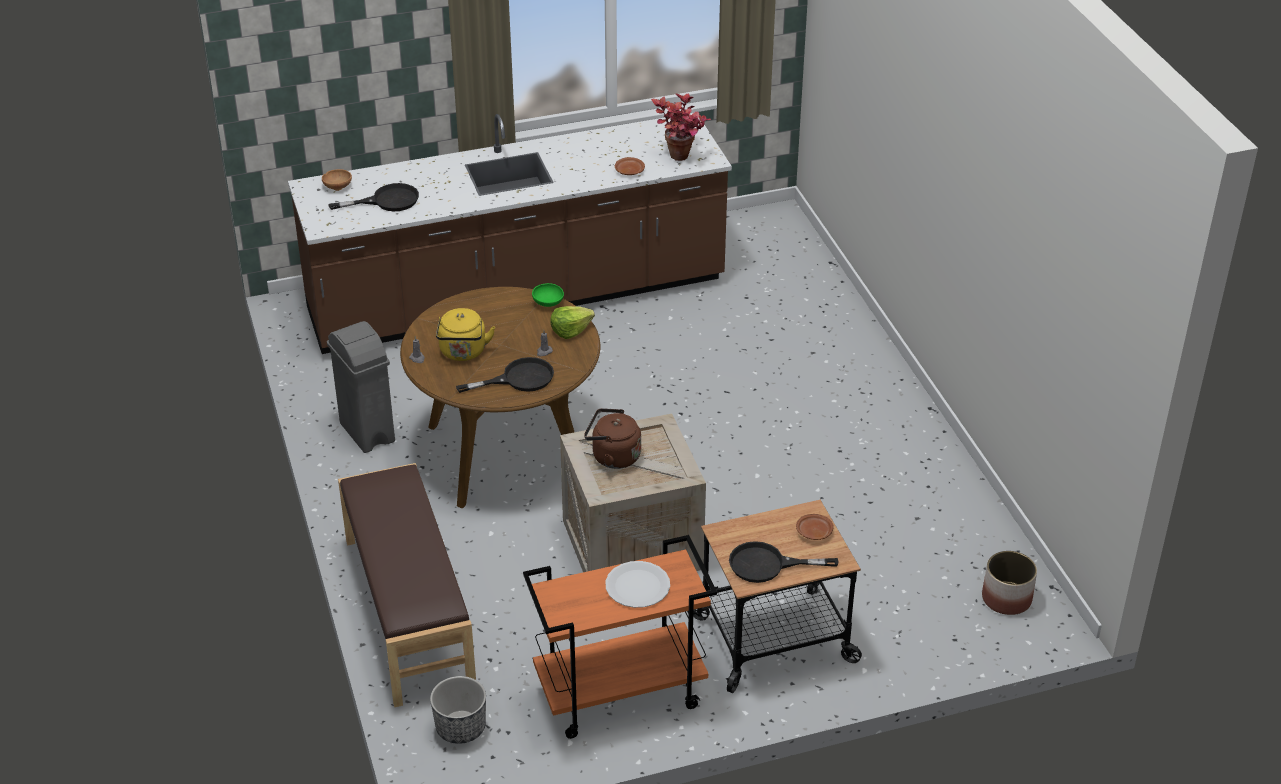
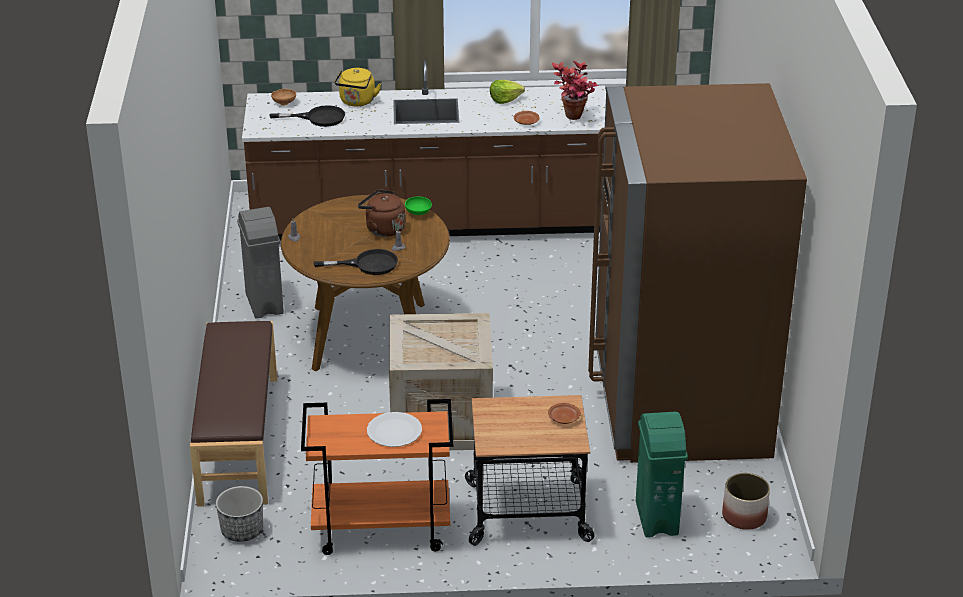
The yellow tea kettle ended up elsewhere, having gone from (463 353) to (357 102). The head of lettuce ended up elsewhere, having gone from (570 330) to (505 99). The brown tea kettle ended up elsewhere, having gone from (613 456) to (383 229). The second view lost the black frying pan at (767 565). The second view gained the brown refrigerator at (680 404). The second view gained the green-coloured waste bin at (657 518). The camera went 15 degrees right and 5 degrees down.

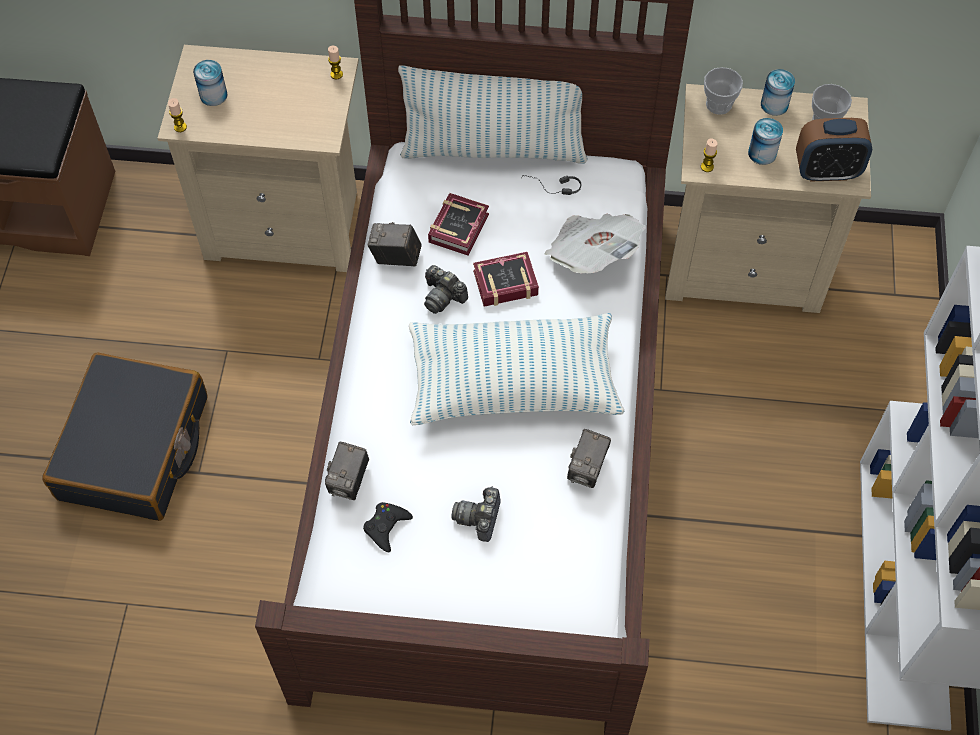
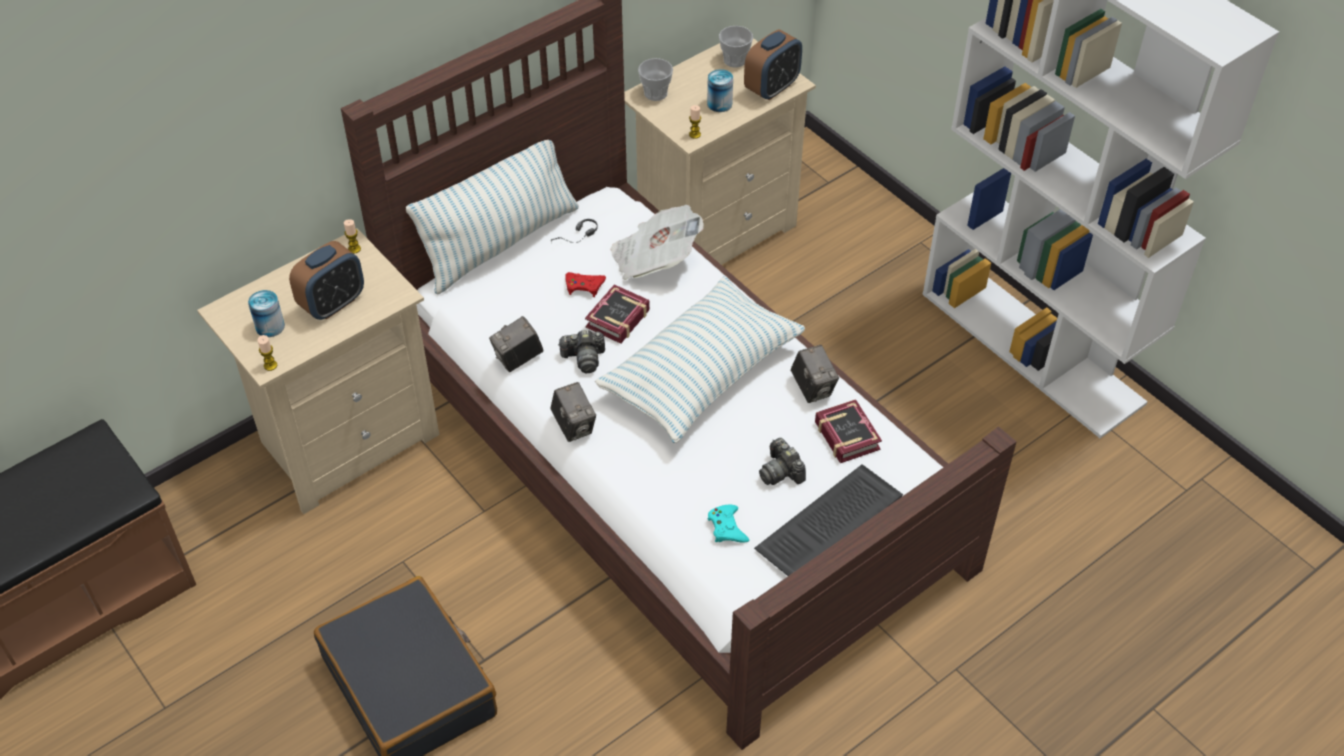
The still camera ended up elsewhere, having gone from (349 481) to (574 426). What was the black game controller at (386 527) turned into the turquoise game controller at (727 528). The volume ended up elsewhere, having gone from (461 226) to (847 433). The second view lost the can at (774 104). The second view gained the table clock at (333 304). The second view gained the red-coloured game controller at (584 286). The second view gained the computer keyboard at (829 522). The camera went 45 degrees left and 10 degrees down.

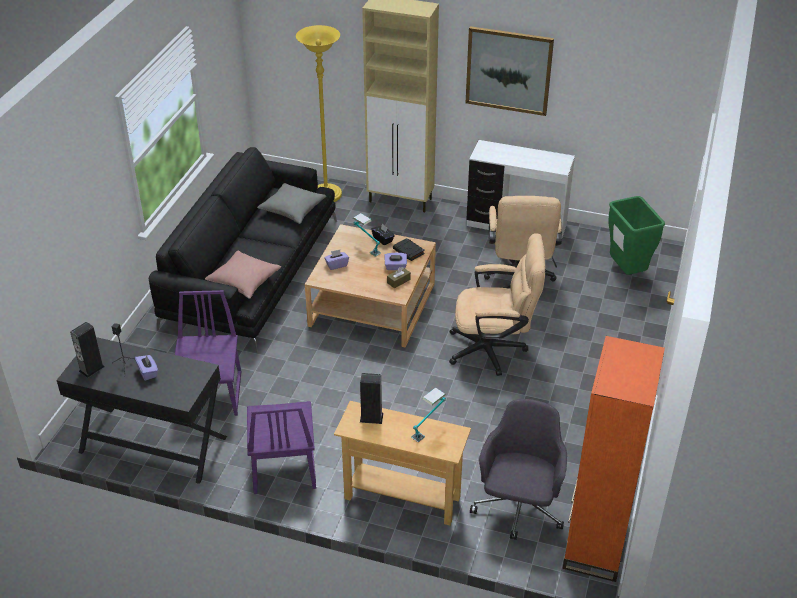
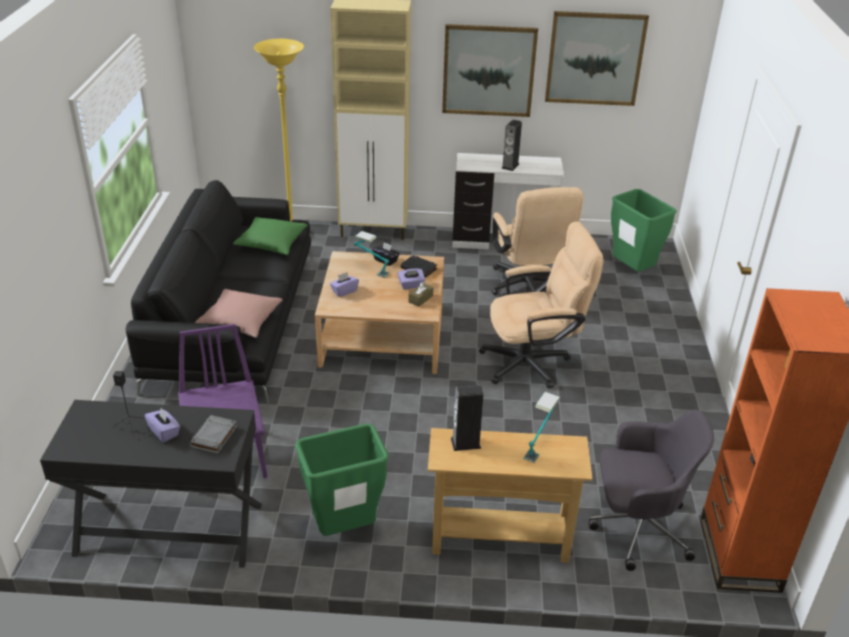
The loudspeaker ended up elsewhere, having gone from (91 369) to (510 166). Where the purple-coloured upright chair stood at (283 467), the green-coloured waste bin came to stand at (343 529). What was the grey throw pillow at (292 210) turned into the green-coloured throw pillow at (271 244). The grey office chair at (519 508) ended up facing another way, 90 degrees clockwise from before. The second view gained the grey volume at (213 437). The second view gained the picture at (595 58). The camera went 15 degrees left and 5 degrees down.

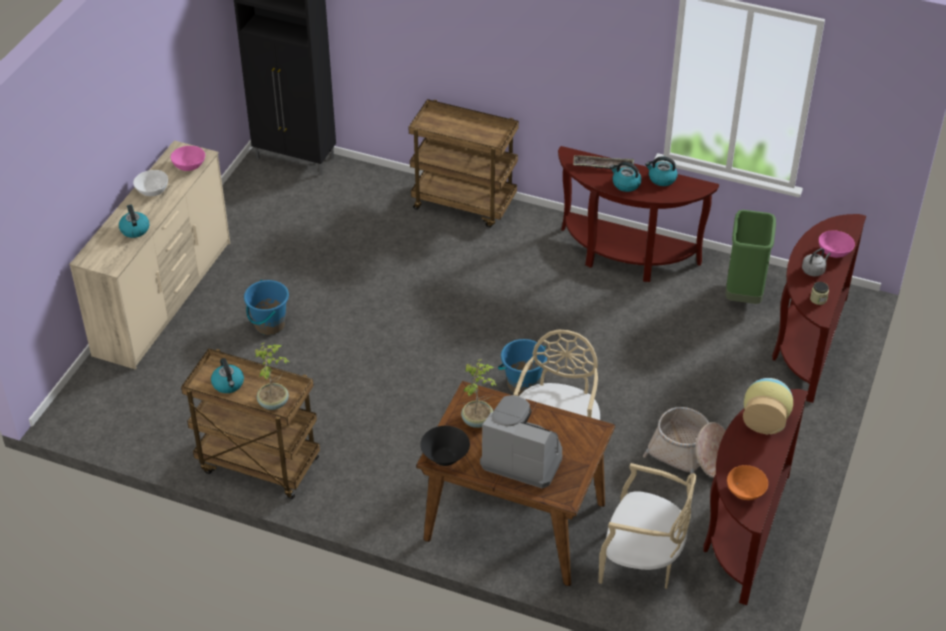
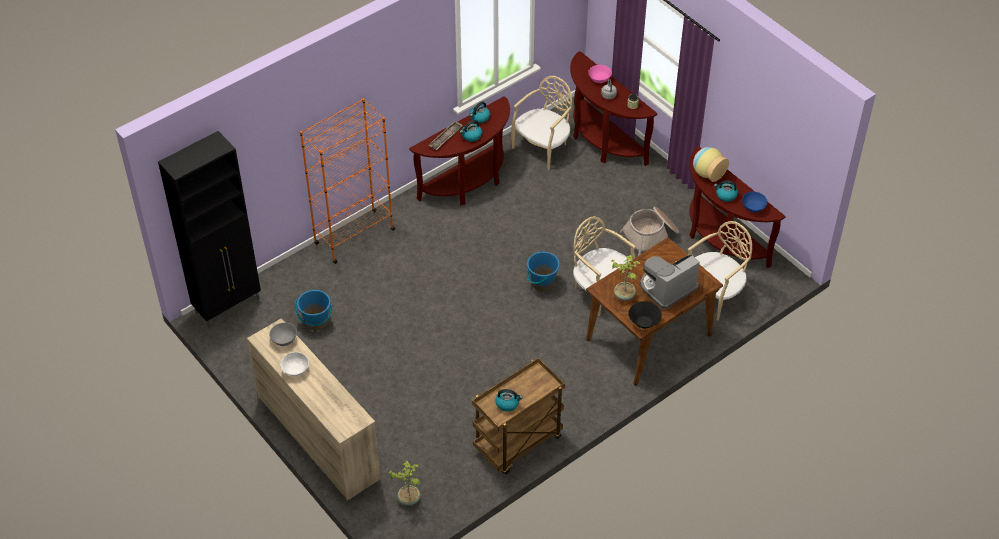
The tea kettle ended up elsewhere, having gone from (134 229) to (725 195). What was the pink-coloured deep dish at (189 165) turned into the grey deep dish at (284 339). The blue-coloured pail ended up elsewhere, having gone from (269 324) to (316 322). The plant in a pot ended up elsewhere, having gone from (274 402) to (409 498). Where the brown trolley stood at (465 204), the orange bookcase came to stand at (354 236). Where the green-coloured waste bin stood at (743 295), the beige-coloured upright chair came to stand at (543 148). What was the orange deep dish at (746 491) turned into the blue-coloured deep dish at (753 207). The camera went 60 degrees left and 5 degrees up.

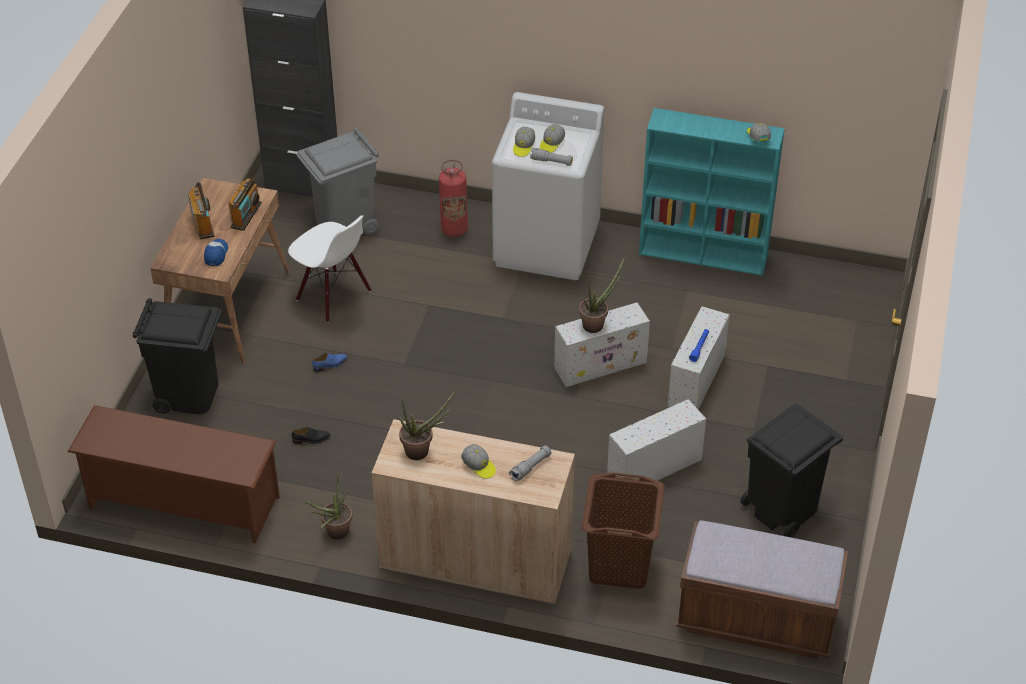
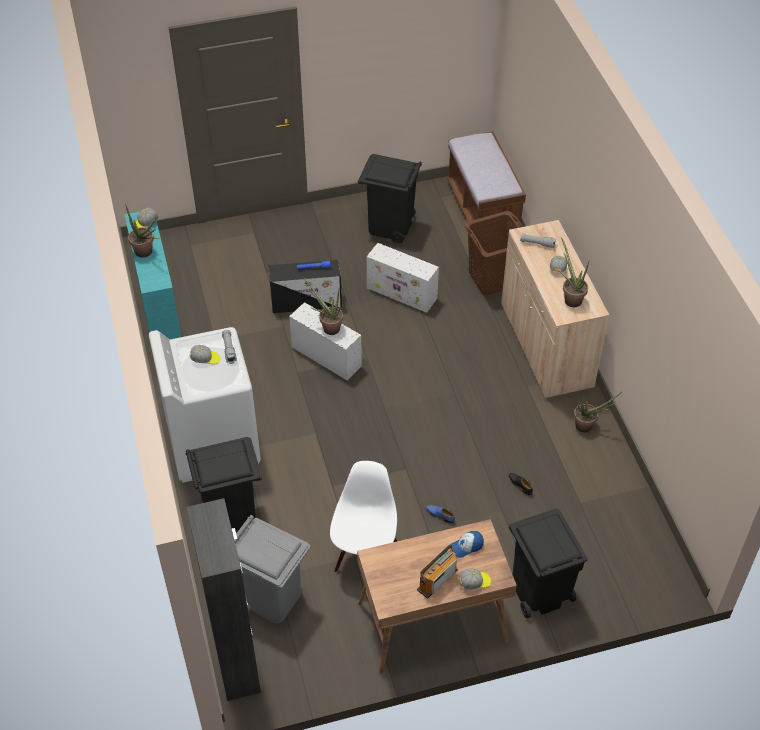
The second view lost the brown shoe shelf at (182 503). The second view lost the radio set at (246 215). Where the extinguisher stood at (454 230), the black waste bin came to stand at (230 514). The peaked cap ended up elsewhere, having gone from (523 146) to (474 582). What was the whitish storage box at (696 382) turned into the black storage box at (307 302). The second view gained the plant in a pot at (146 253). The camera went 120 degrees left and 5 degrees up.

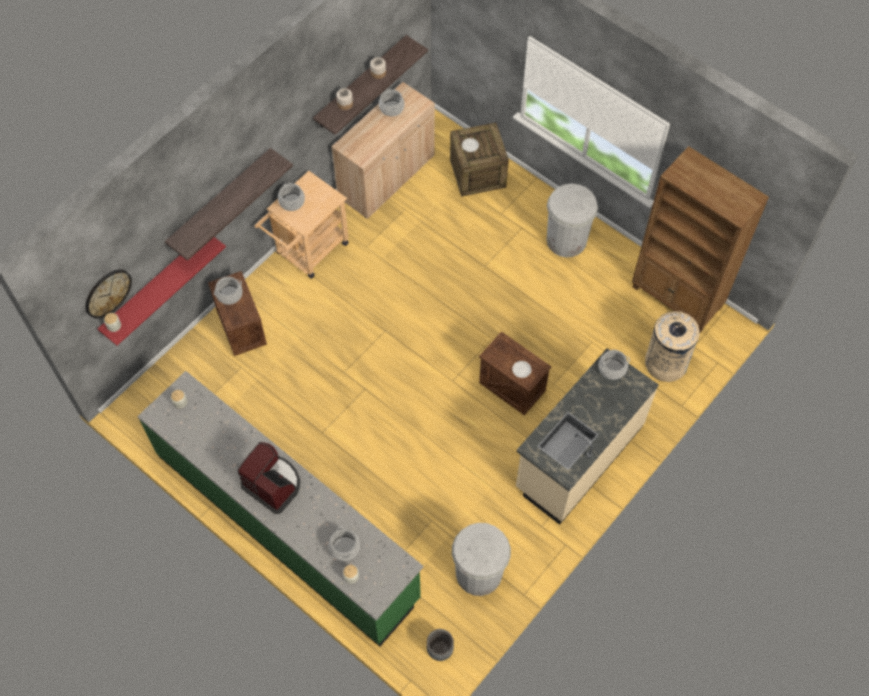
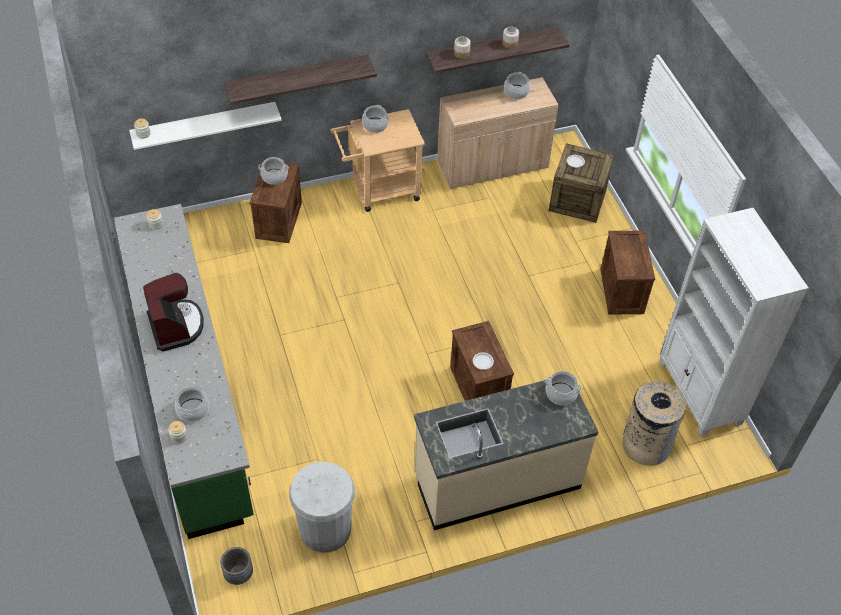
The second view lost the wall clock at (107 293). What was the red-coloured shelf at (155 285) turned into the whitish shelf at (204 125). Where the whitish waste bin stood at (566 240), the shipping crate came to stand at (622 291). What was the brown bookcase at (677 297) turned into the whitish bookcase at (699 393). The camera went 30 degrees right and 10 degrees down.

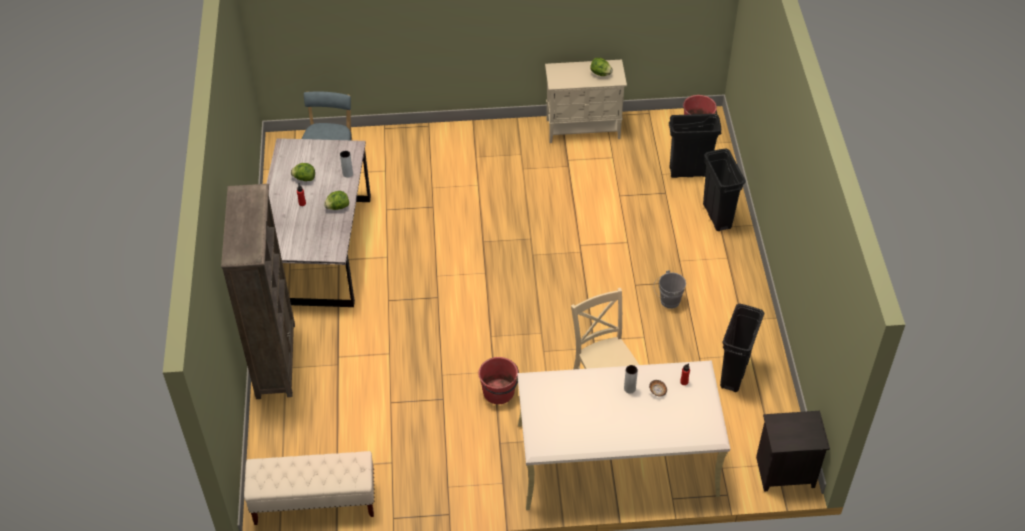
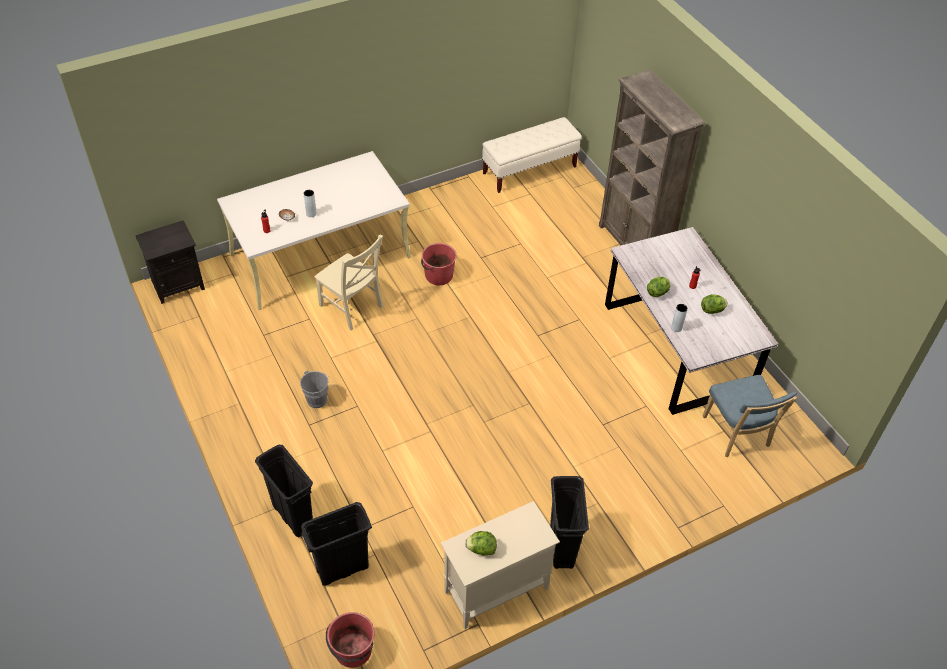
The black waste bin ended up elsewhere, having gone from (734 374) to (561 547). The camera went 155 degrees right and 0 degrees up.

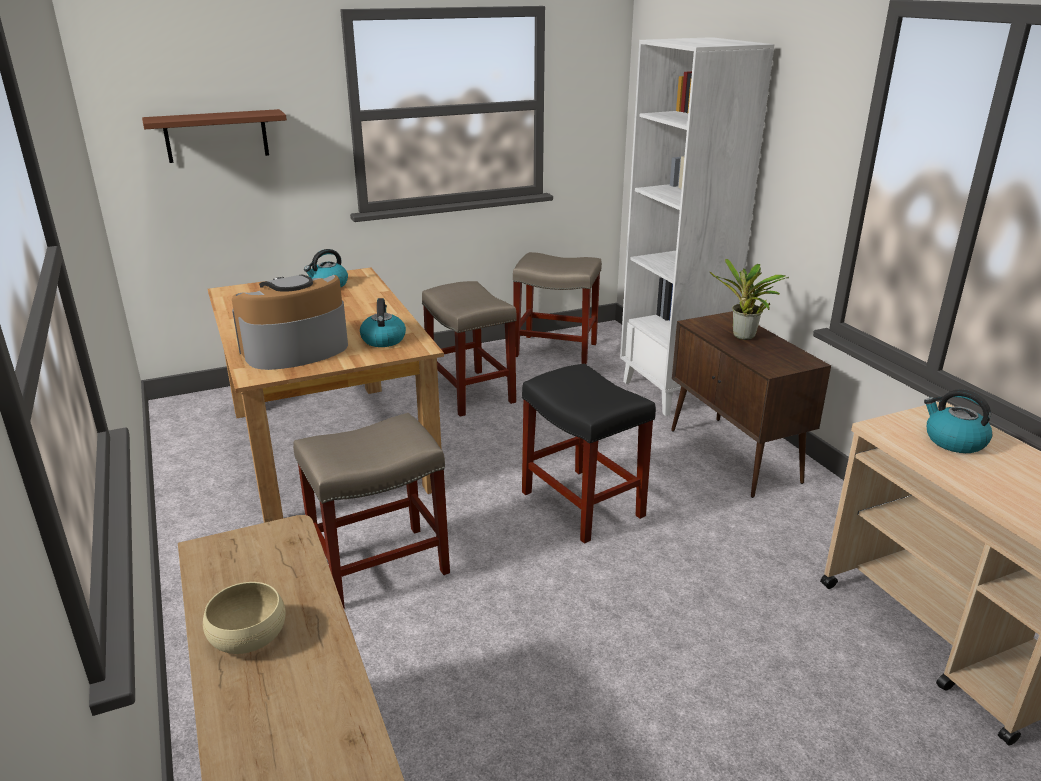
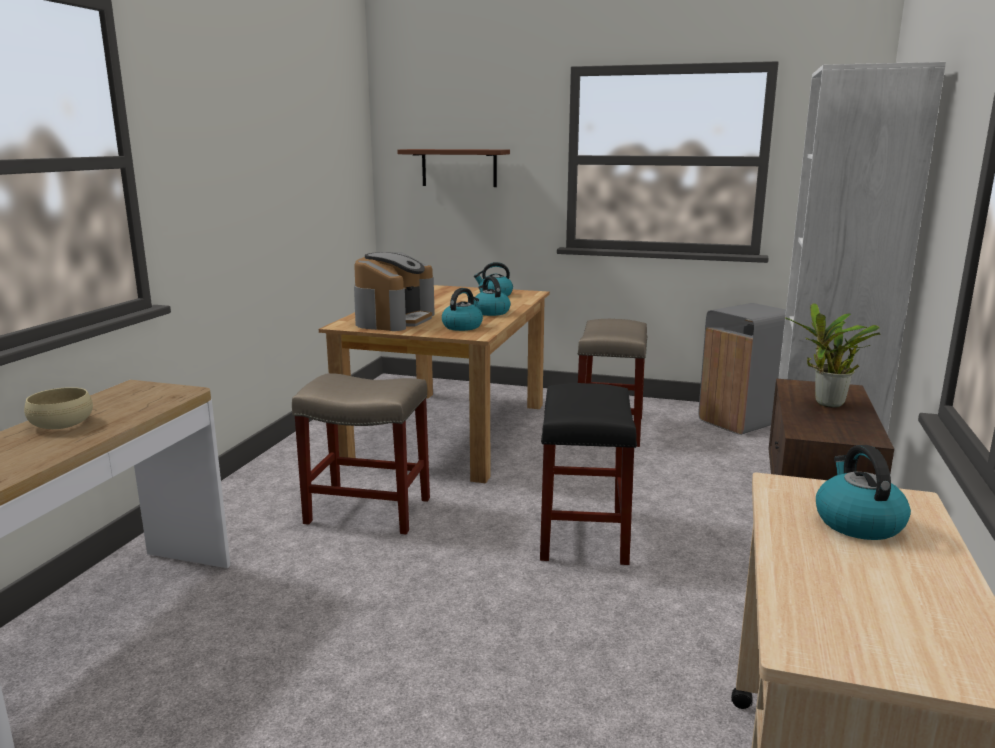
The coffee brewer at (295 350) ended up facing another way, 105 degrees clockwise from before. Where the beige-coloured stool stood at (557 350), the grey waste bin came to stand at (741 421). The second view gained the tea kettle at (490 312). The camera went 40 degrees right and 10 degrees down.

